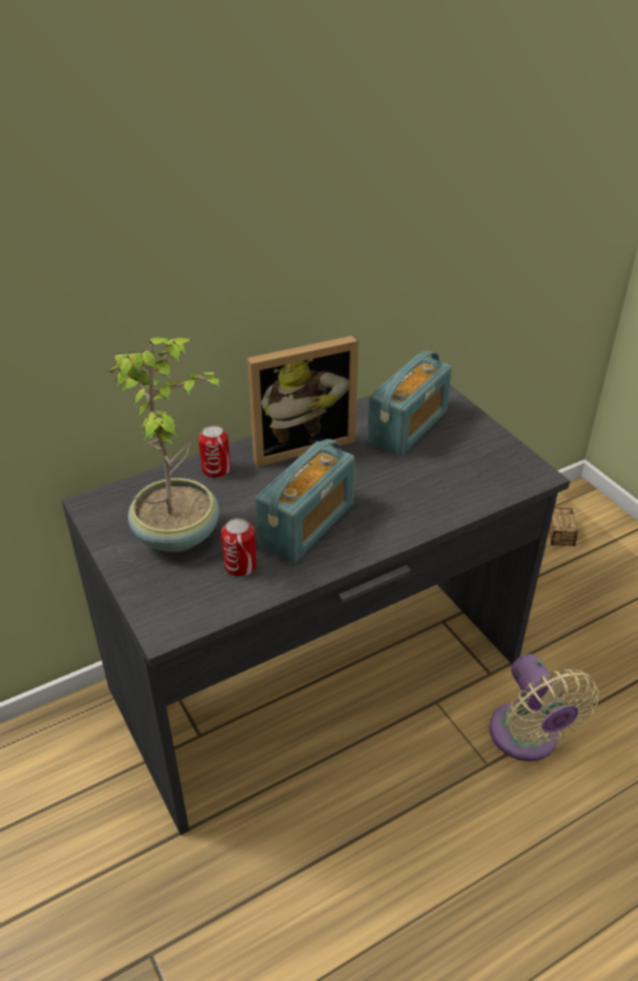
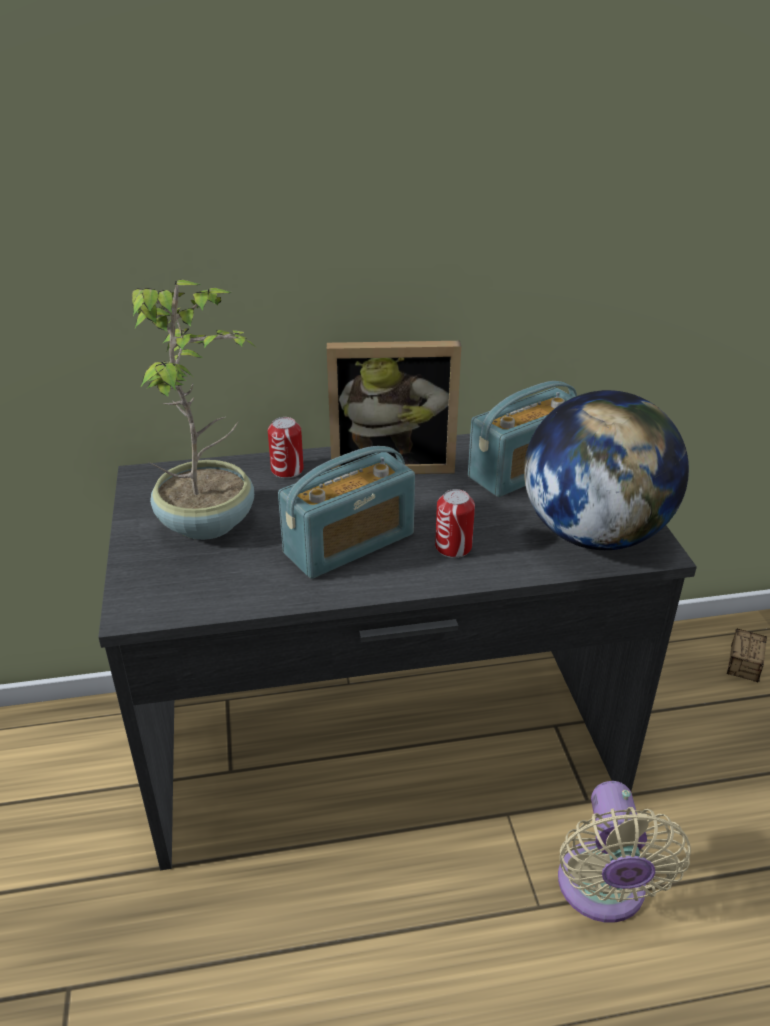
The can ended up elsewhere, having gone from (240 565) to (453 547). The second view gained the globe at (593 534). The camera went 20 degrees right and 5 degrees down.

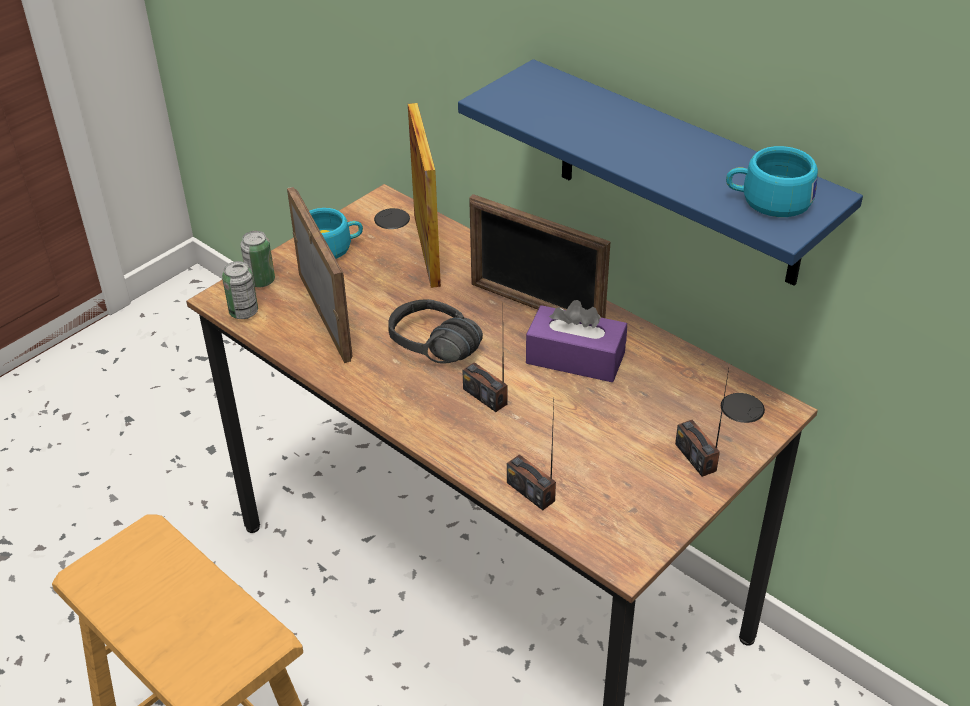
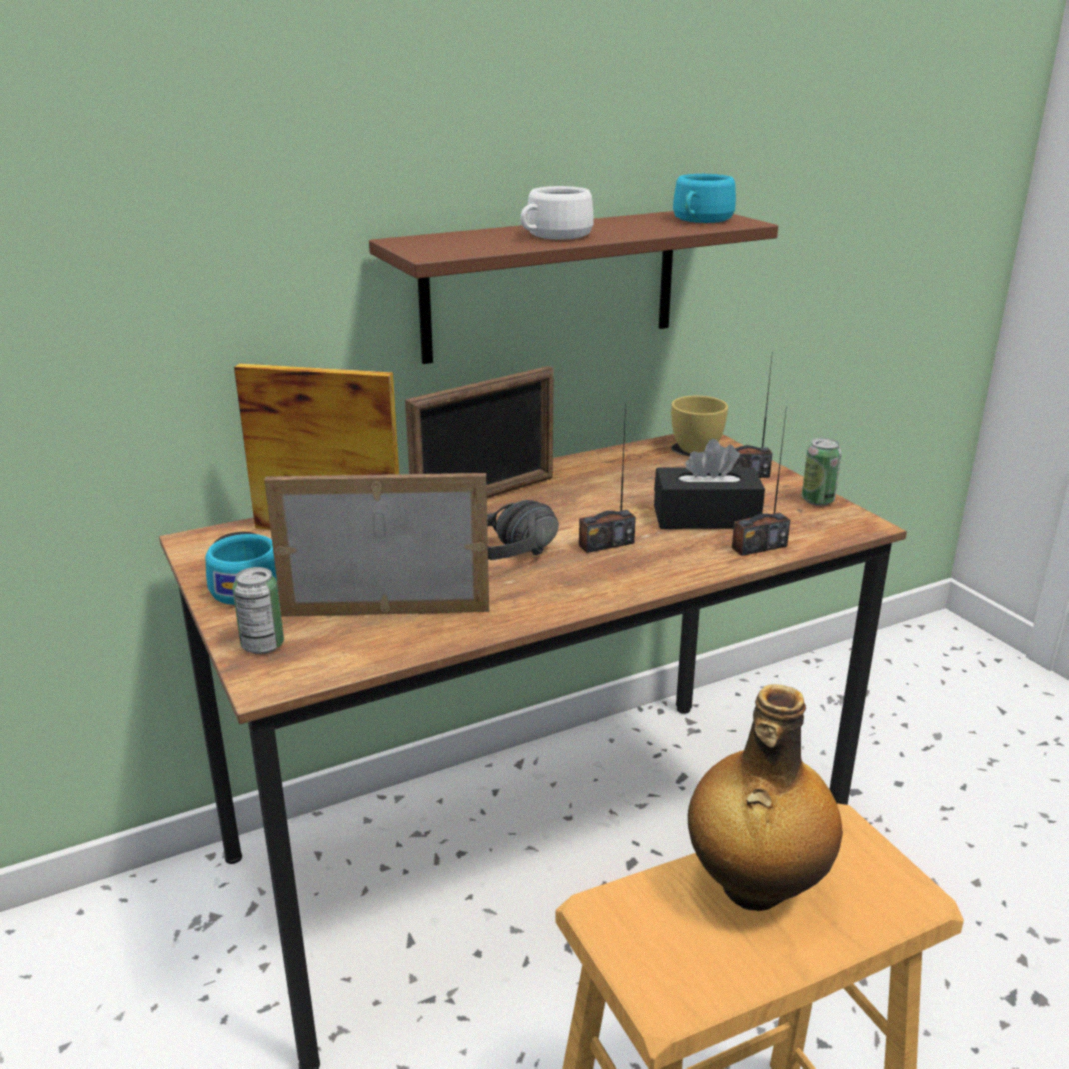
The can ended up elsewhere, having gone from (244 312) to (817 500). What was the blue-coloured shelf at (679 175) turned into the brown shelf at (551 284). The second view lost the purple-coloured tissue box at (575 358). The second view gained the whitish cup at (553 236). The second view gained the black tissue box at (706 517). The second view gained the yellow cup at (694 446). The second view gained the beverage bottle at (753 887). The camera went 70 degrees left and 15 degrees down.

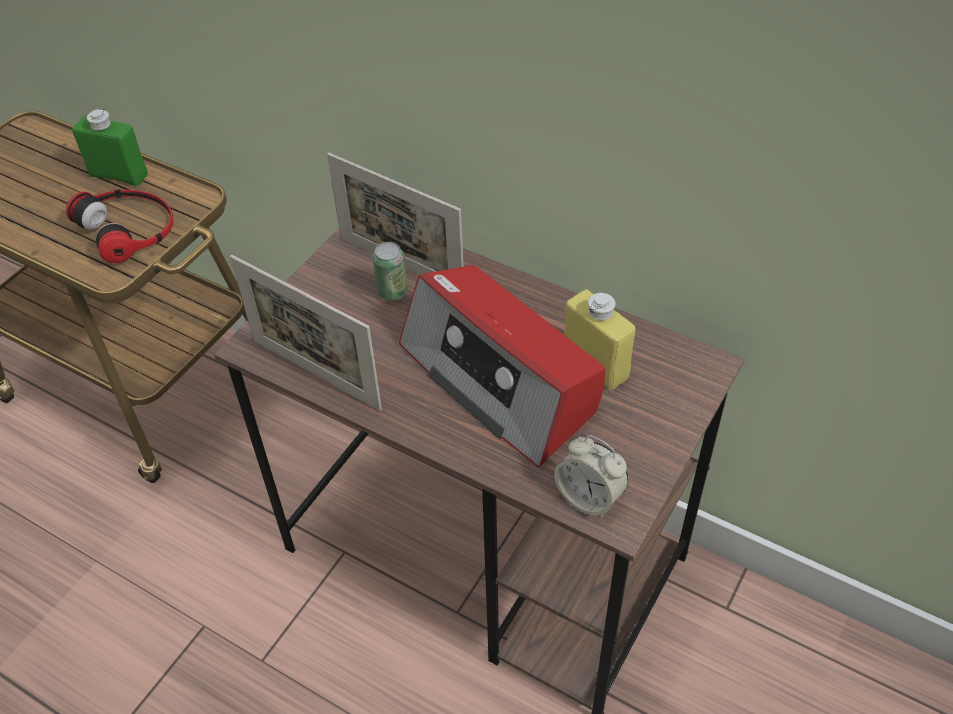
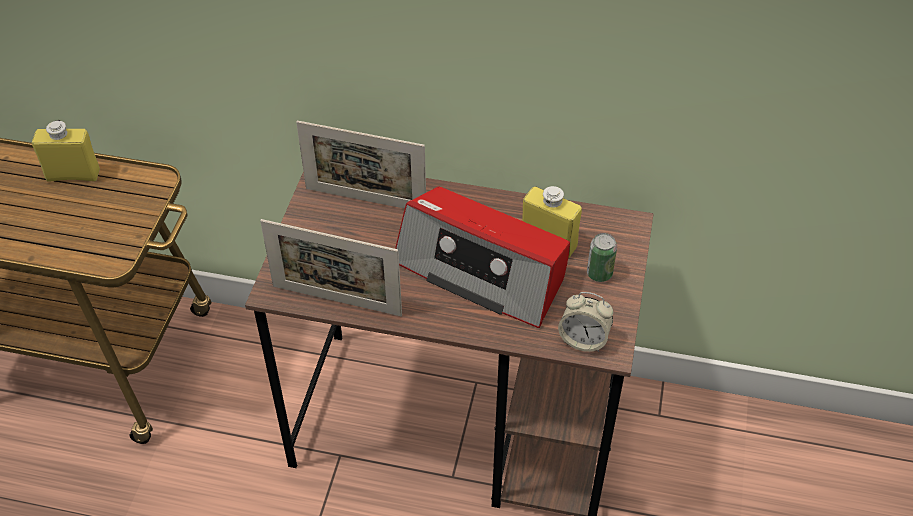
The second view lost the headphones at (129 228). What was the green-coloured beverage bottle at (119 175) turned into the yellow beverage bottle at (73 175). The can ended up elsewhere, having gone from (392 292) to (599 273). The camera went 20 degrees left and 0 degrees up.

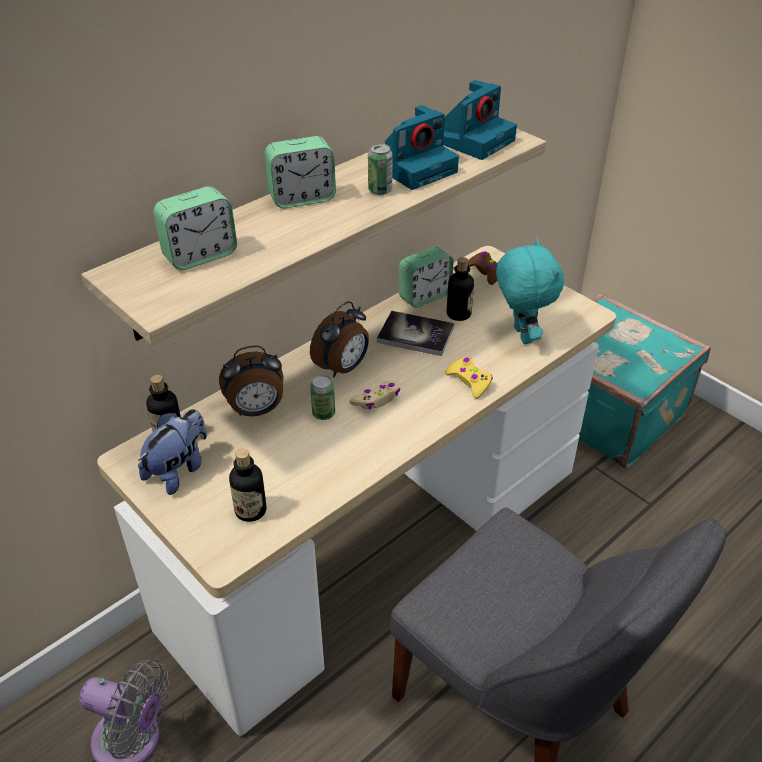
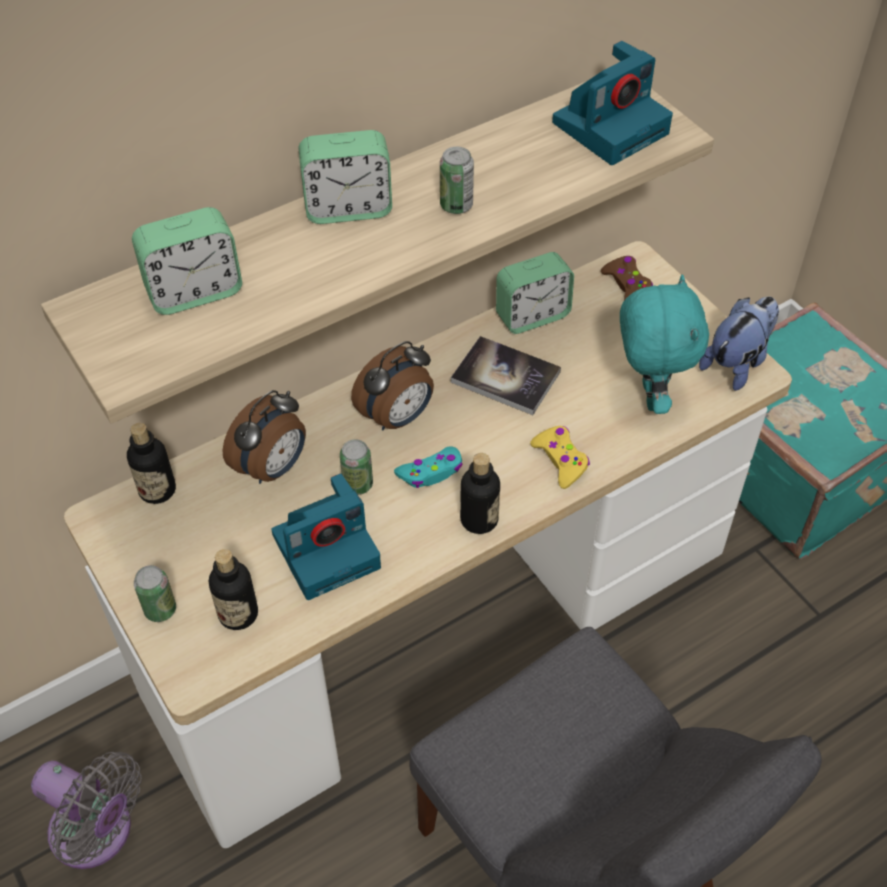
The plush toy ended up elsewhere, having gone from (179 470) to (737 363). The table clock at (256 410) ended up facing another way, 45 degrees counterclockwise from before. What was the beige-coloured game controller at (377 400) turned into the turquoise game controller at (431 472). The still camera ended up elsewhere, having gone from (415 167) to (328 549). The beverage bottle ended up elsewhere, having gone from (458 314) to (479 519). The second view gained the can at (160 610). The camera went 10 degrees right and 10 degrees up.

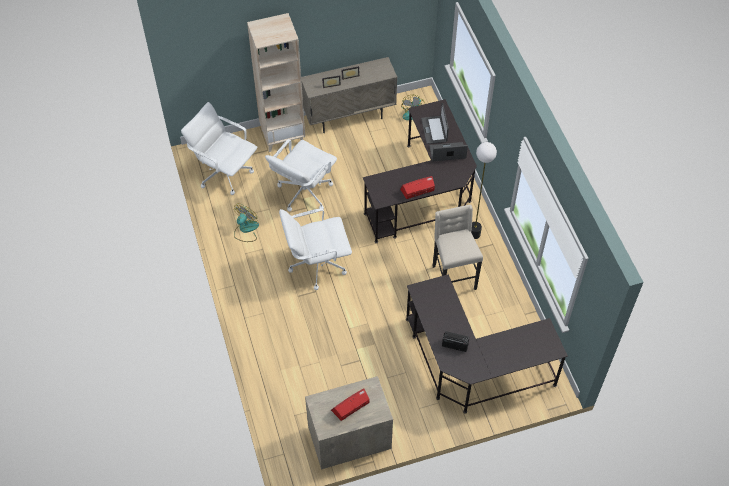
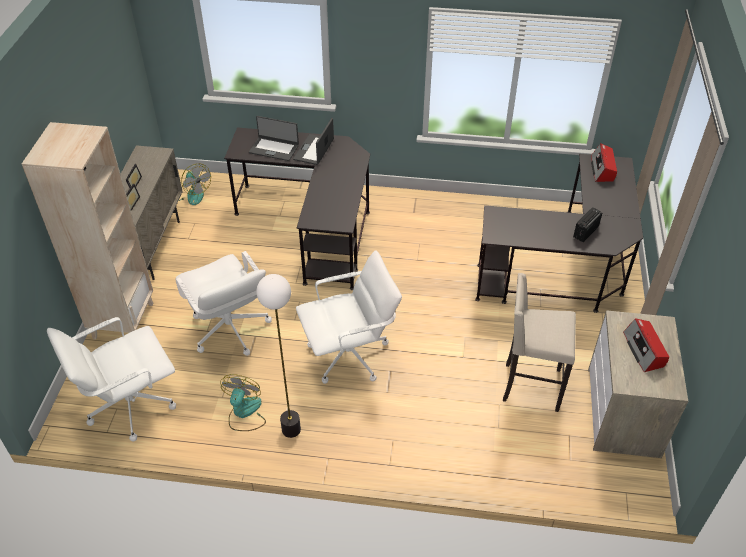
The electric fan at (246 229) ended up facing another way, 45 degrees clockwise from before. The whitish office chair at (317 264) ended up facing another way, 120 degrees counterclockwise from before. The radio set ended up elsewhere, having gone from (417 190) to (602 169). The beige-coloured stool ended up elsewhere, having gone from (452 277) to (529 386). The standard lamp ended up elsewhere, having gone from (474 234) to (291 429). The camera went 65 degrees left and 10 degrees down.

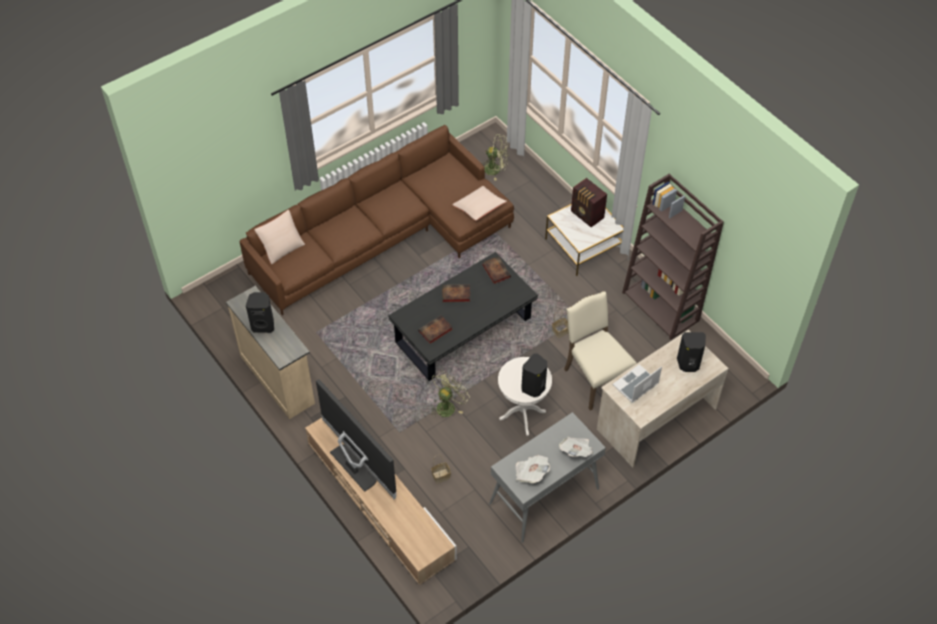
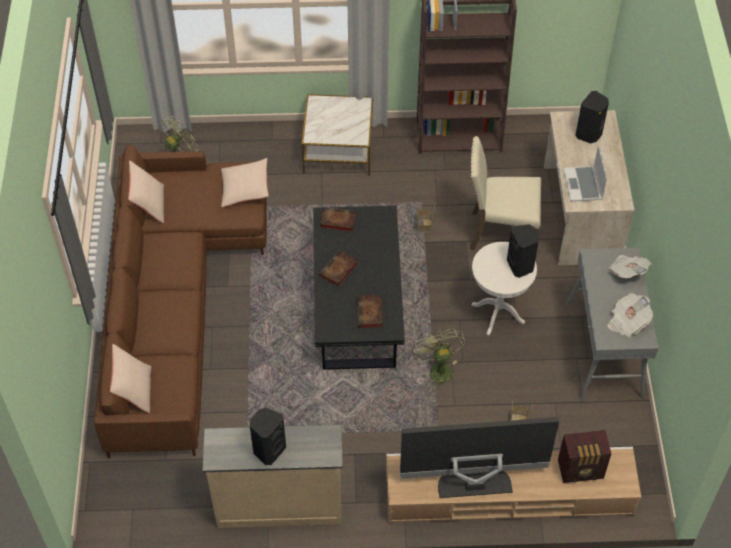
The radio set ended up elsewhere, having gone from (587 215) to (581 470). The second view gained the beige-coloured throw pillow at (149 205). The camera went 55 degrees left and 0 degrees up.

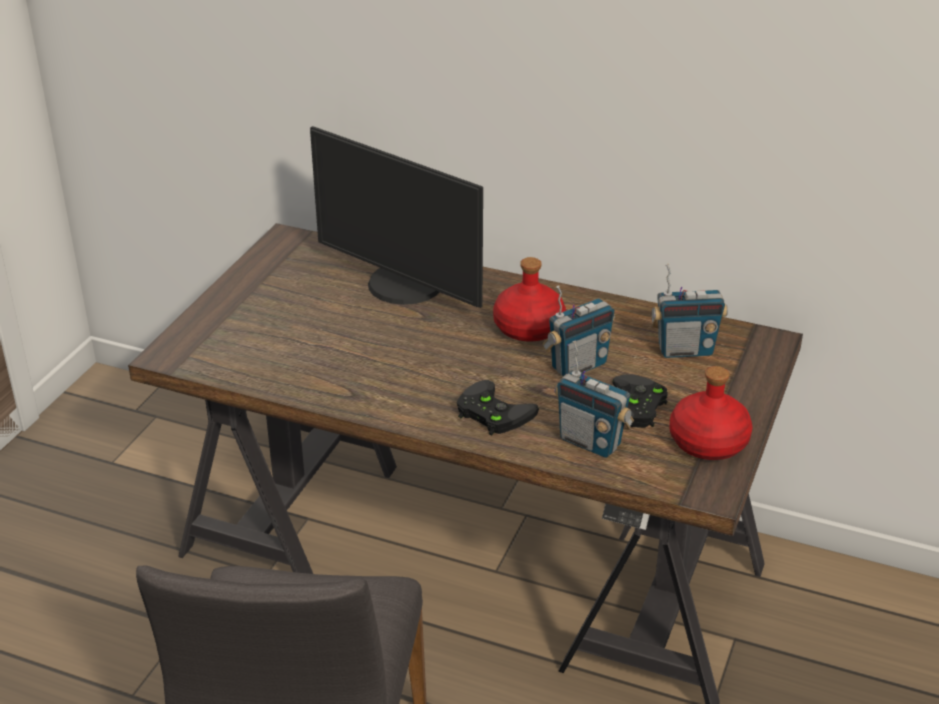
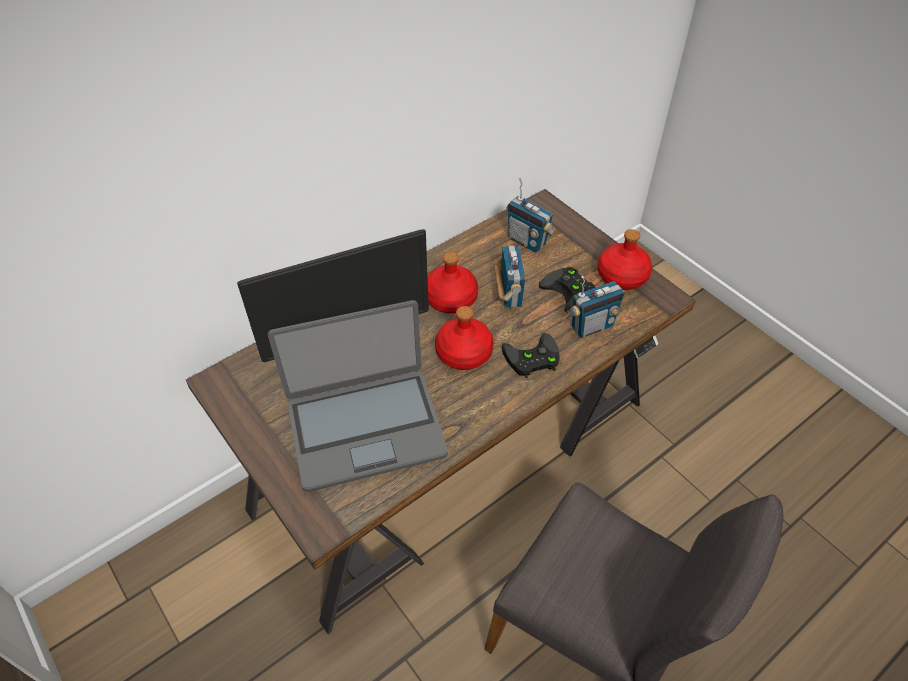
The radio set at (685 350) ended up facing another way, 105 degrees clockwise from before. The second view gained the laptop at (365 427). The second view gained the red-coloured beverage bottle at (463 353). The camera went 60 degrees left and 15 degrees up.

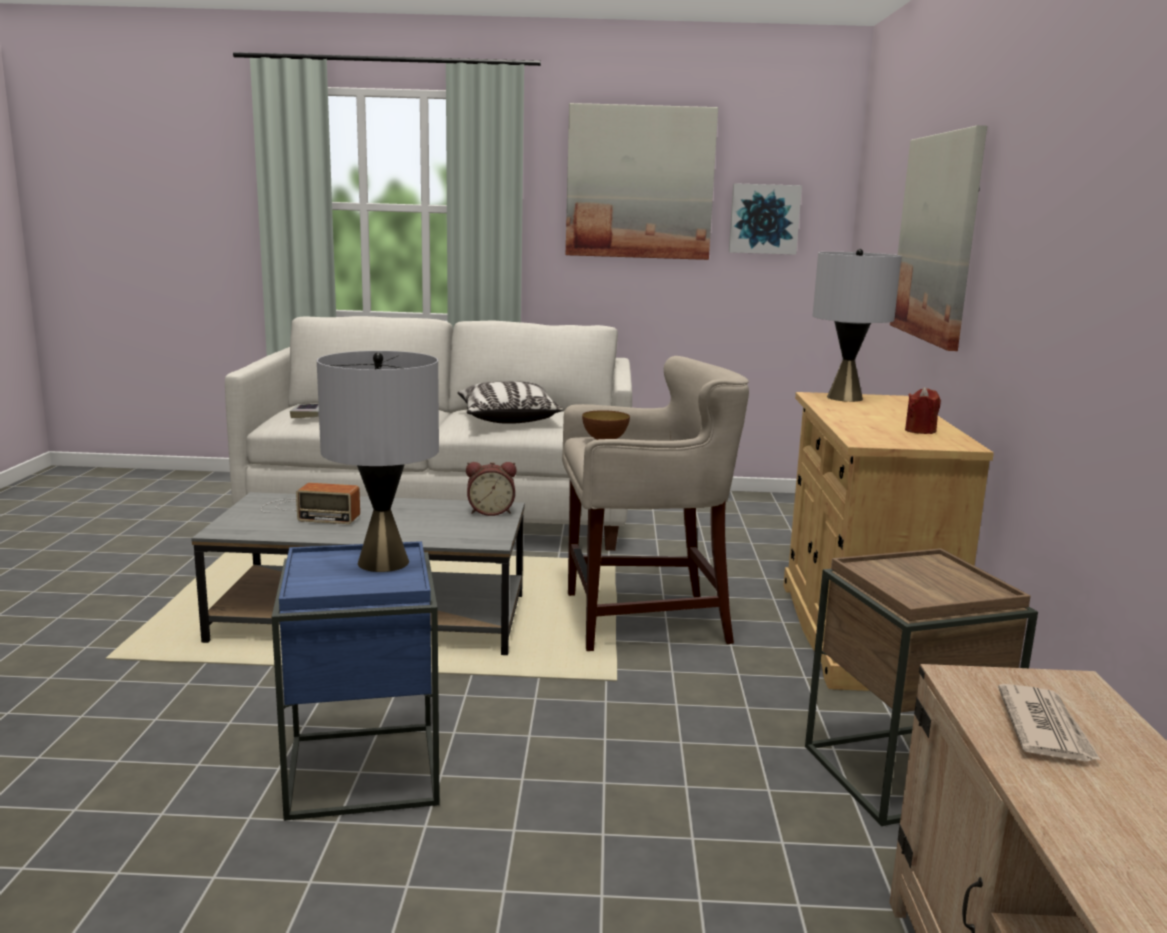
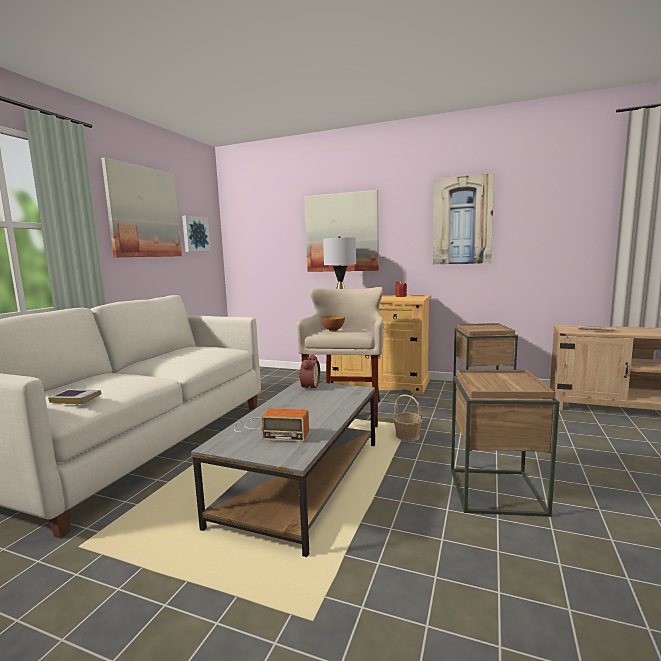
The radio set at (308 512) ended up facing another way, 75 degrees clockwise from before. What was the blue-coloured accent table at (363 770) turned into the brown accent table at (495 491). The second view lost the grey lamp for a table at (384 562). The second view lost the throw pillow at (507 419). The second view gained the household basket at (407 436). The second view gained the picture at (462 221). The camera went 70 degrees left and 5 degrees down.

